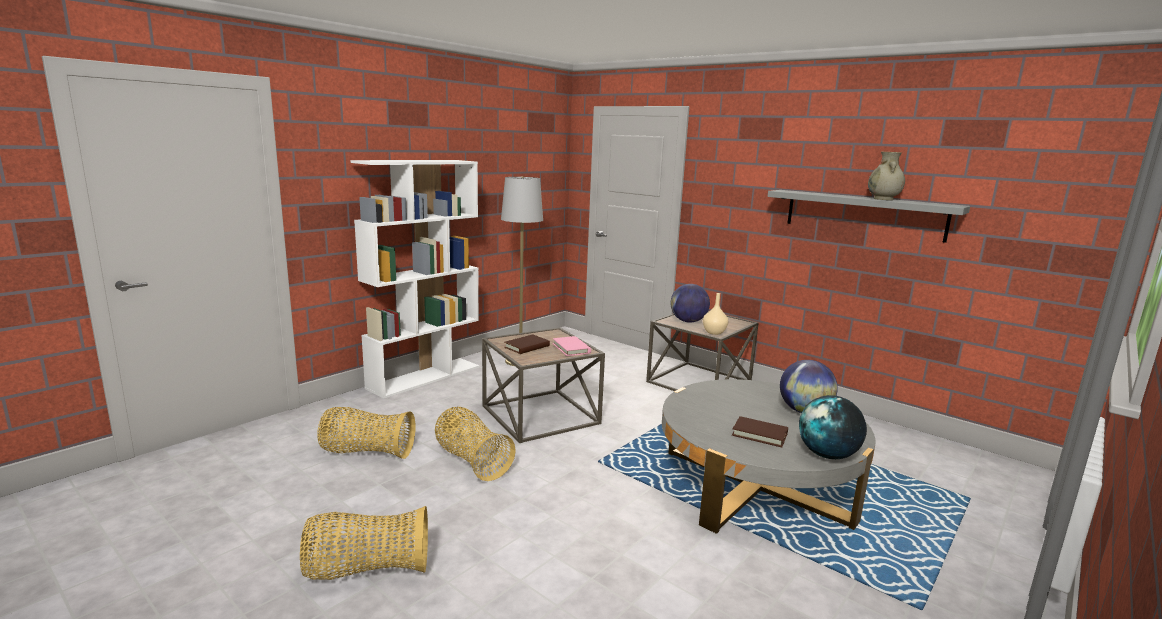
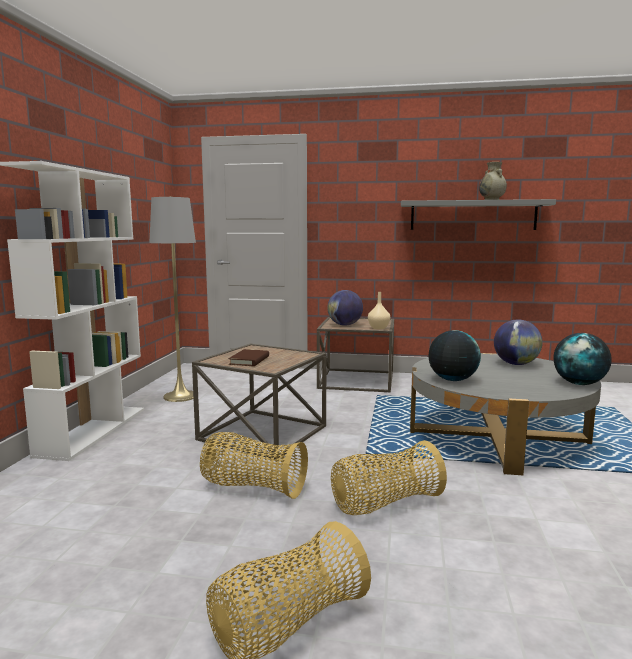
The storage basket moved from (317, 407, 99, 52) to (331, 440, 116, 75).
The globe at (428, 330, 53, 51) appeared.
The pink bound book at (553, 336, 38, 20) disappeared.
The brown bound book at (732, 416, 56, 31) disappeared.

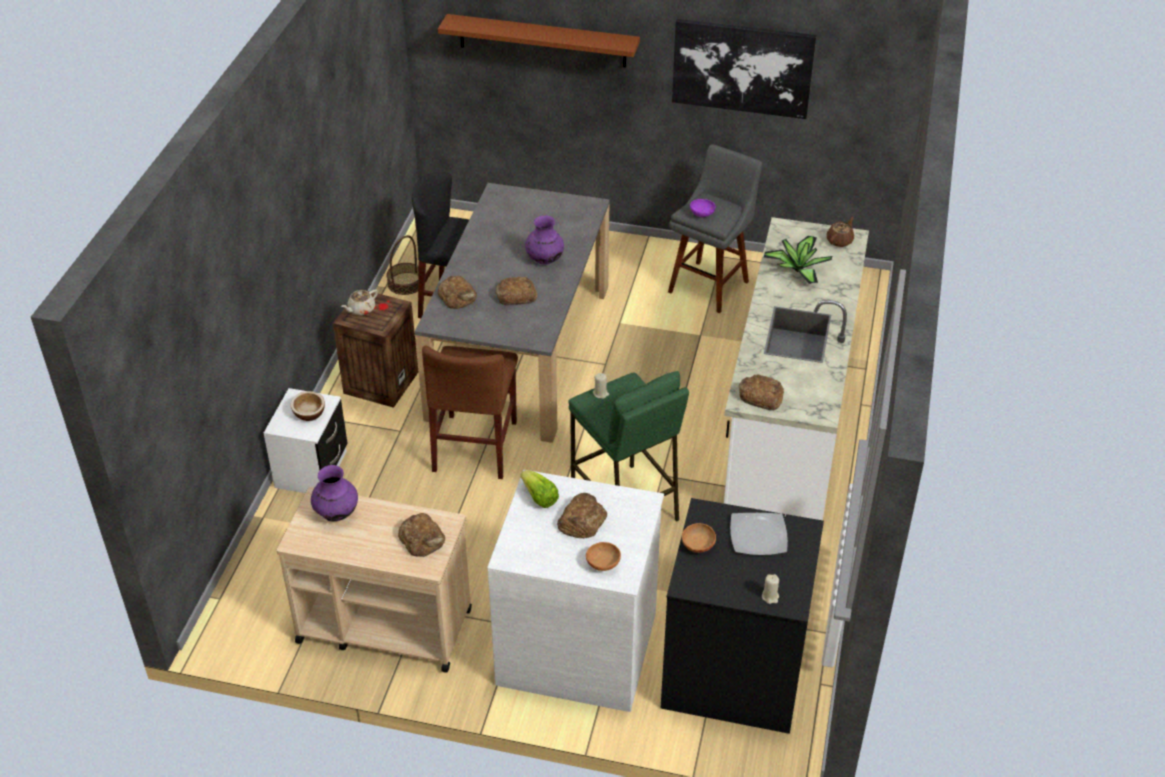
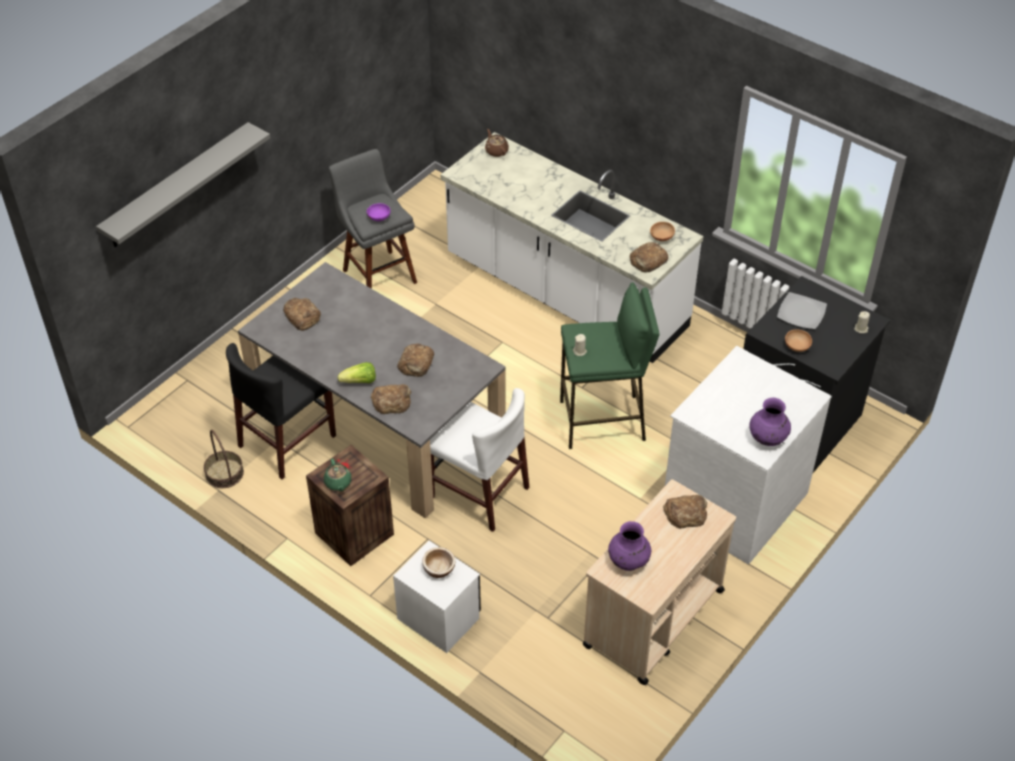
The brown wall shelf at (438, 14, 202, 53) became the grey wall shelf at (96, 122, 174, 125).
The bakery bread moved from (557, 493, 50, 45) to (283, 297, 38, 34).
The beige pot for tea at (341, 289, 37, 27) became the green-coloured pot for tea at (324, 458, 28, 33).
The lettuce moved from (521, 470, 38, 38) to (338, 362, 38, 21).
The brown chair at (422, 345, 96, 134) became the whitish chair at (430, 388, 99, 144).
The brown serving bowl moved from (586, 542, 35, 29) to (650, 222, 25, 19).
The purple decorative vase moved from (525, 215, 39, 49) to (749, 398, 42, 48).
The picture at (672, 19, 145, 100) disappeared.
The potted plant at (764, 236, 68, 48) disappeared.

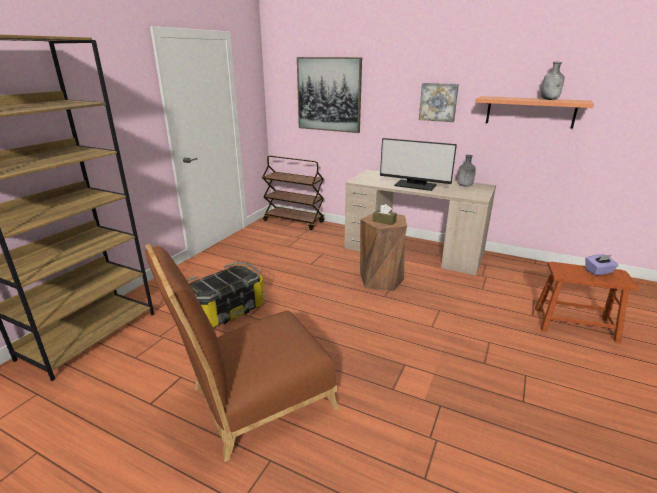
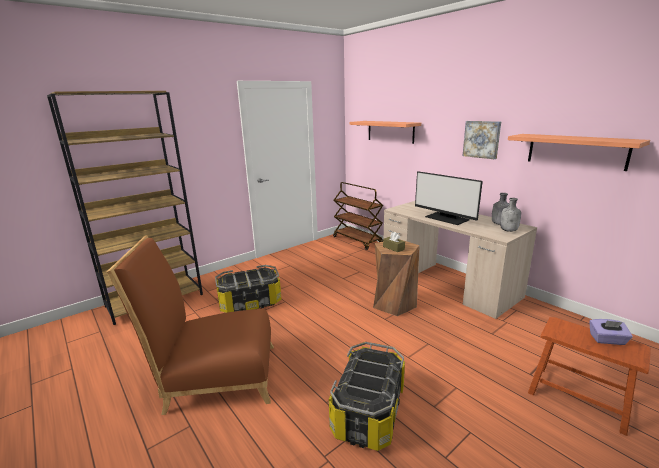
The storage container at (329, 342, 76, 109) appeared.
The picture at (297, 57, 65, 76) was replaced by the wall shelf at (350, 121, 71, 23).
The grey beverage bottle moved from (541, 62, 23, 38) to (500, 198, 21, 34).

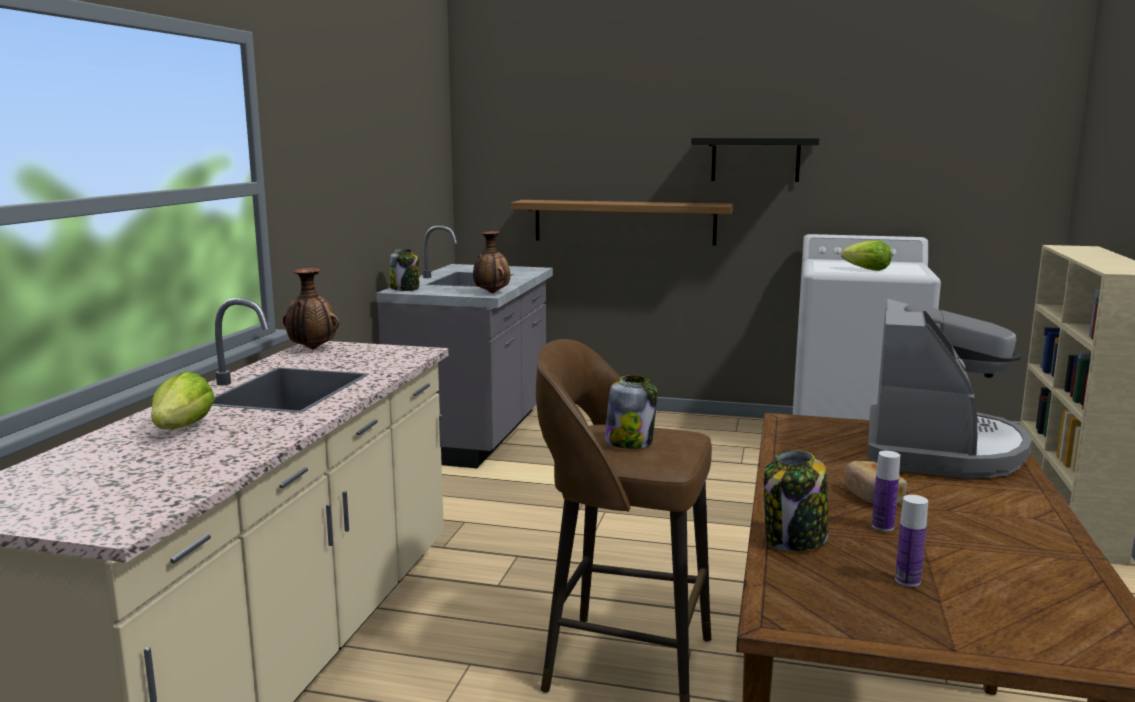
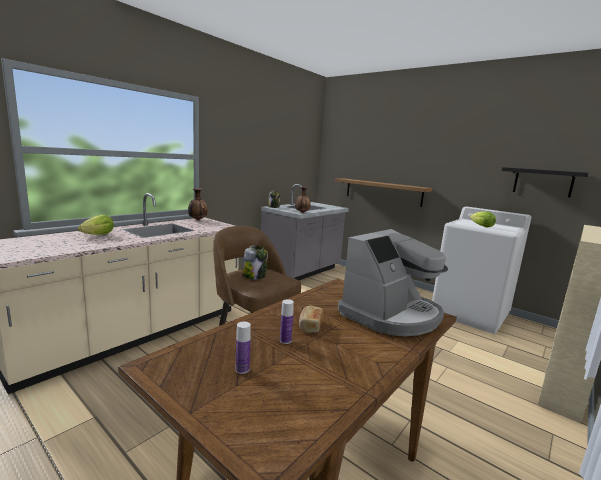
The blackish wall shelf moved from (691, 137, 128, 45) to (502, 167, 87, 31).
The preserve jar at (764, 451, 64, 100) disappeared.

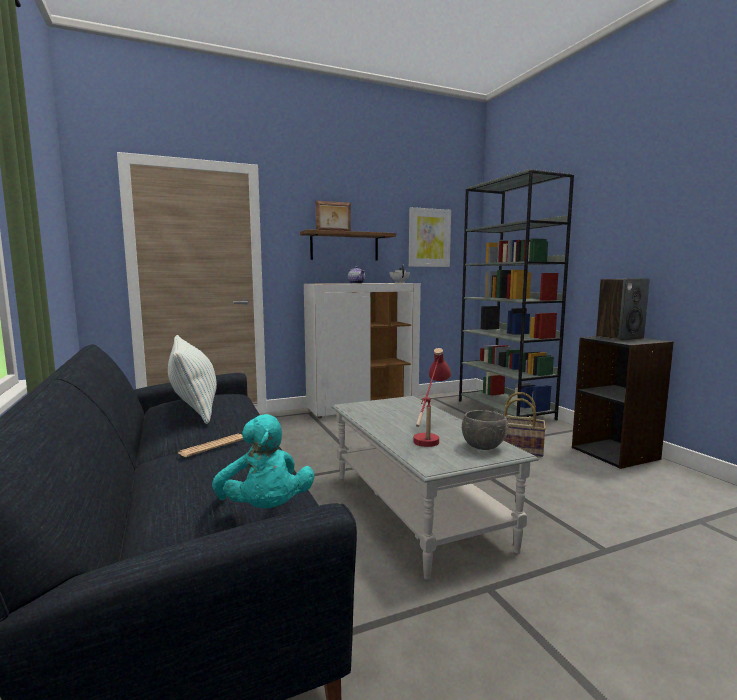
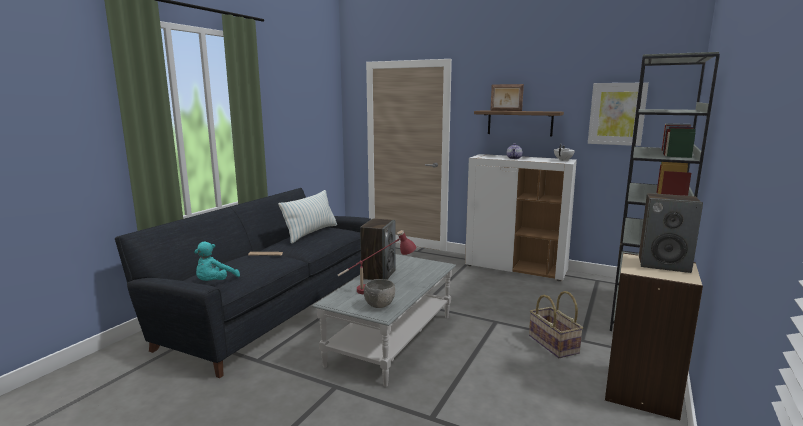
The loudspeaker at (360, 218, 36, 62) appeared.
The blackish shelving unit at (572, 336, 102, 133) became the beige shelving unit at (605, 253, 98, 167).

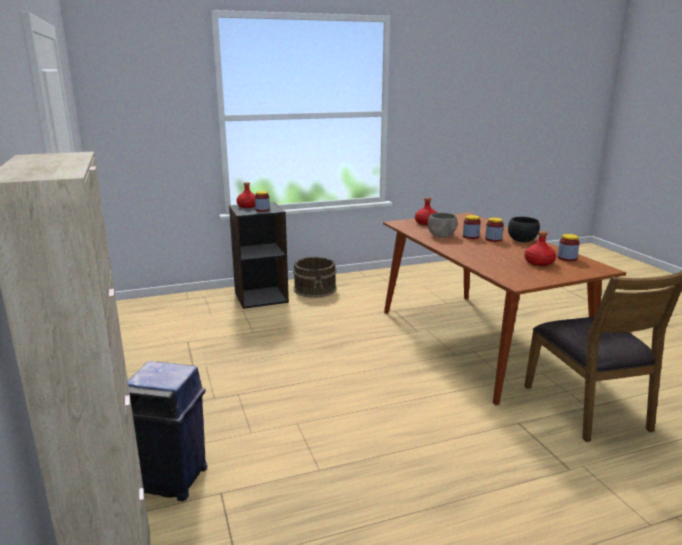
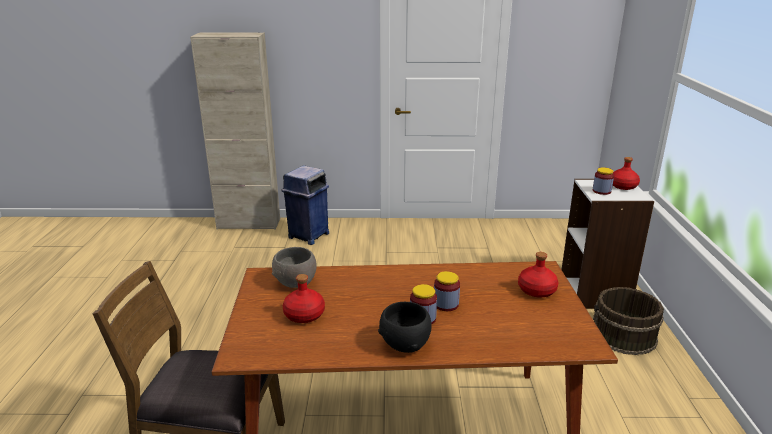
The grey serving bowl moved from (428, 213, 30, 24) to (272, 247, 45, 41).
The blackish shelving unit at (229, 202, 60, 107) became the whitish shelving unit at (561, 179, 93, 130).
The preserve jar at (558, 234, 22, 27) disappeared.

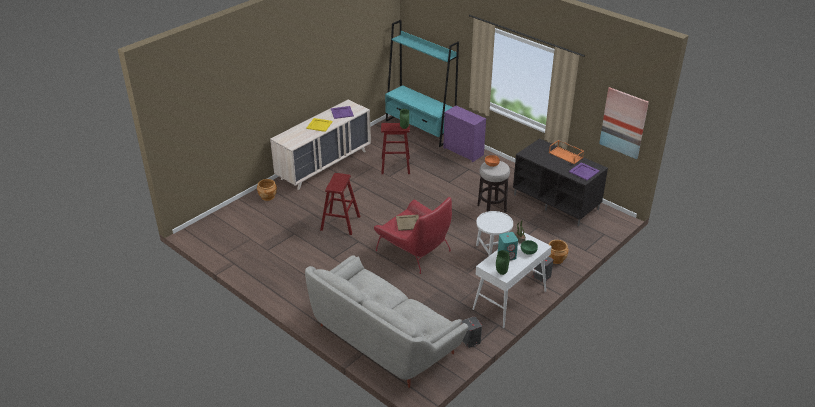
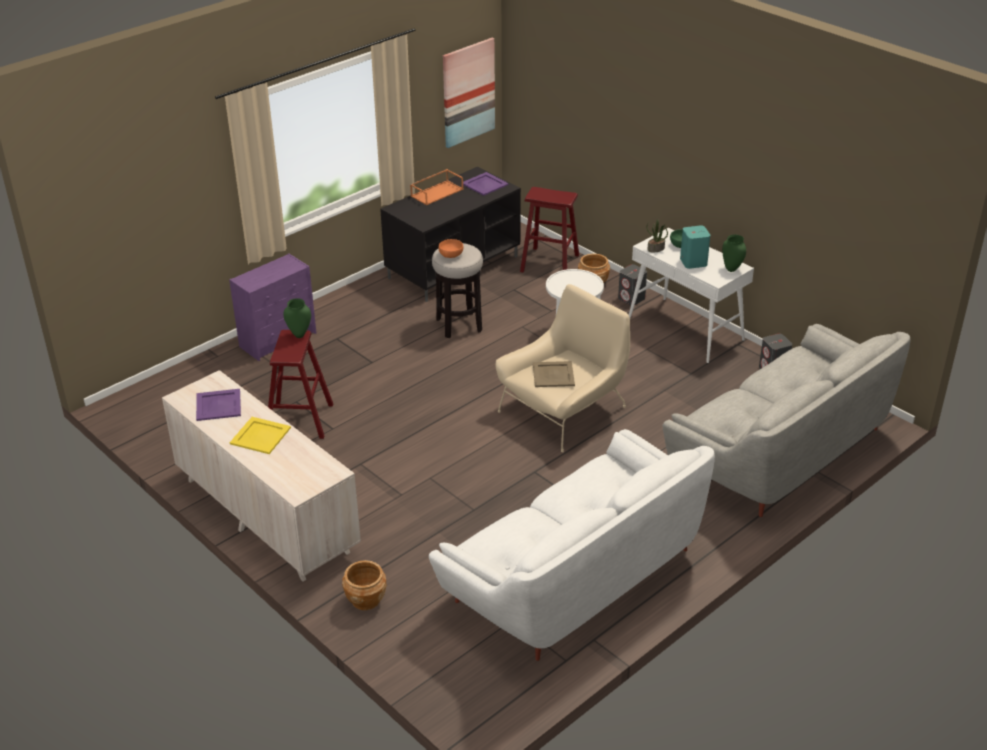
The whitish couch at (429, 429, 286, 232) appeared.
The reddish lounge chair at (374, 197, 78, 77) became the beige lounge chair at (495, 284, 135, 168).
The reddish sitting stool moved from (320, 173, 40, 62) to (520, 187, 59, 85).
The turquoise shelving unit at (385, 20, 74, 127) disappeared.

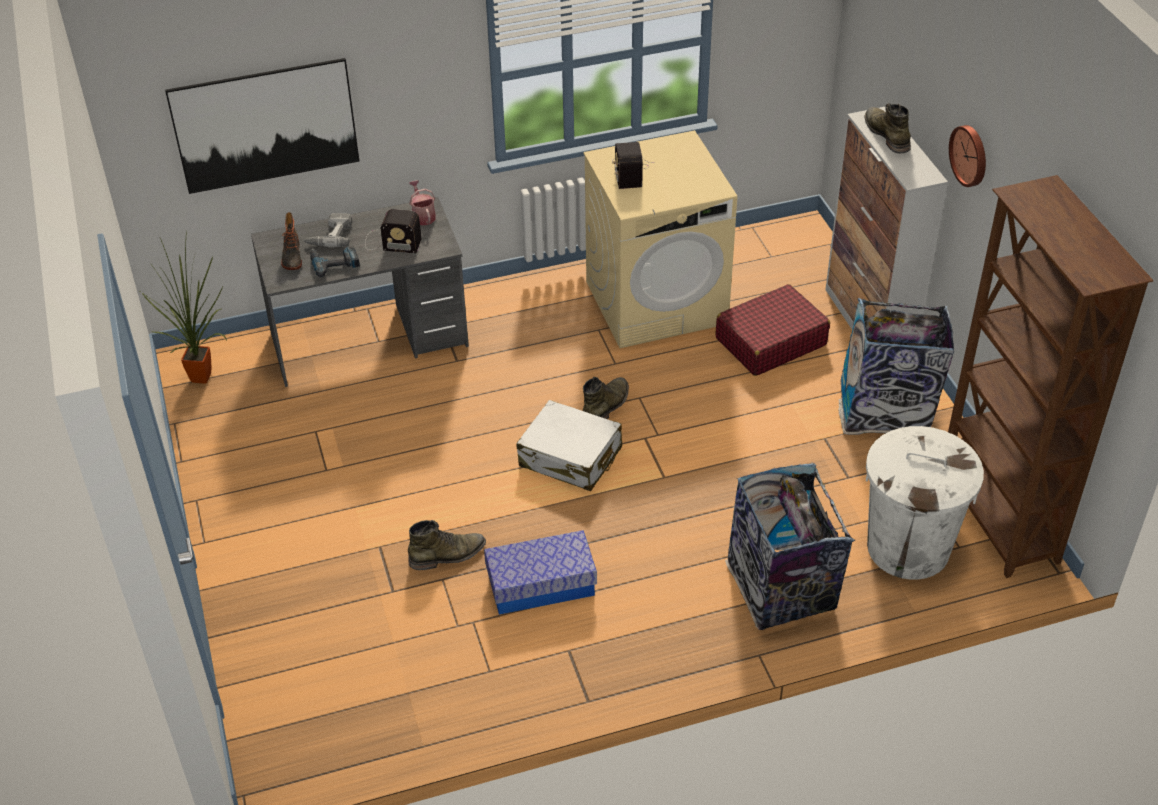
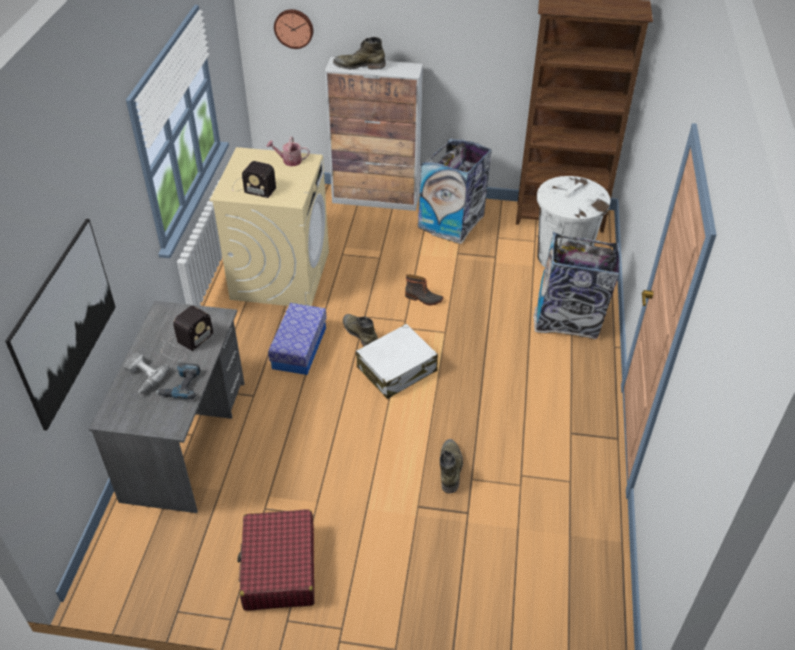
The reddish piece of luggage moved from (716, 284, 114, 92) to (237, 510, 77, 101).
The watering can moved from (409, 180, 27, 46) to (267, 136, 43, 30).
The storage container moved from (484, 530, 113, 84) to (268, 303, 59, 72).
The clock on the wall moved from (949, 125, 37, 62) to (274, 9, 39, 40).
The boot moved from (281, 212, 21, 58) to (405, 274, 38, 31).
The potted plant at (138, 230, 89, 154) disappeared.

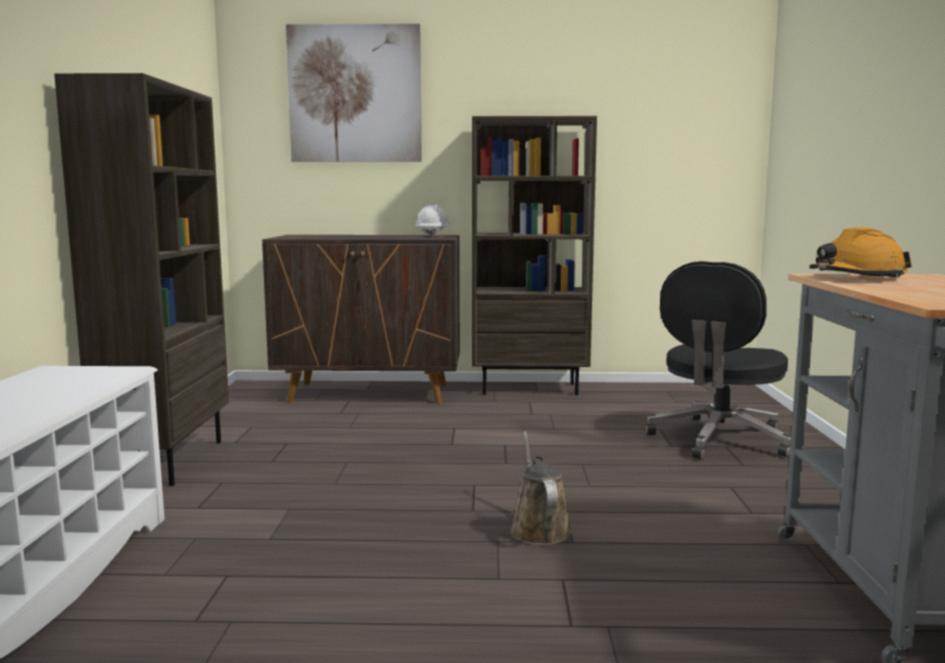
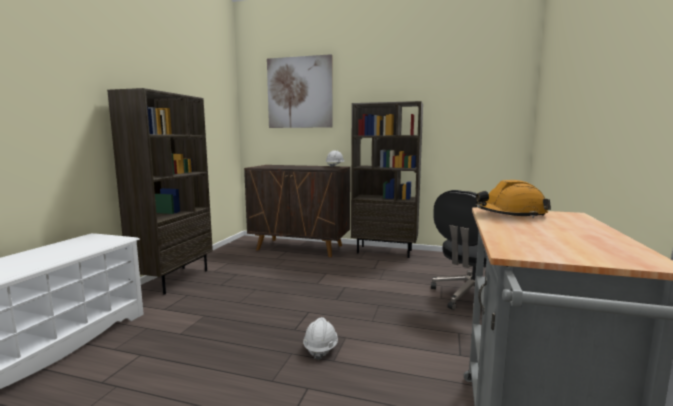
The brown watering can at (510, 431, 61, 115) was replaced by the whitish safety helmet at (303, 317, 35, 43).

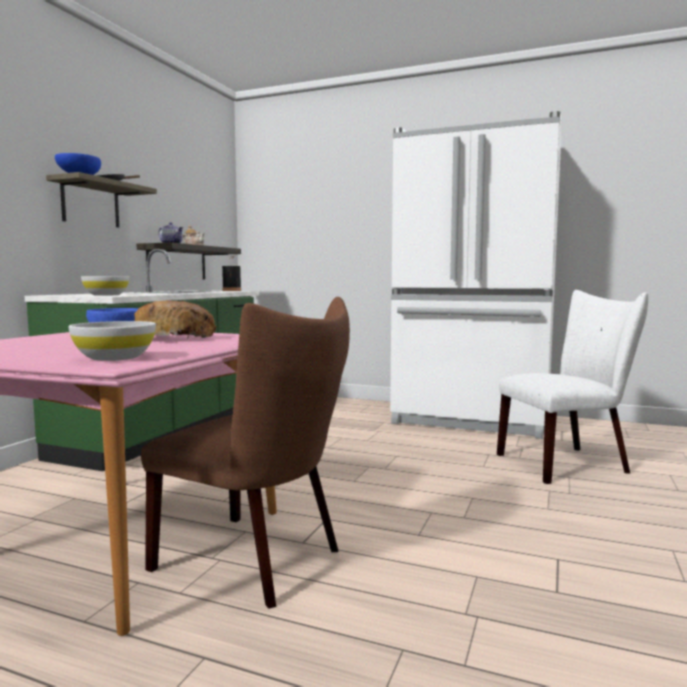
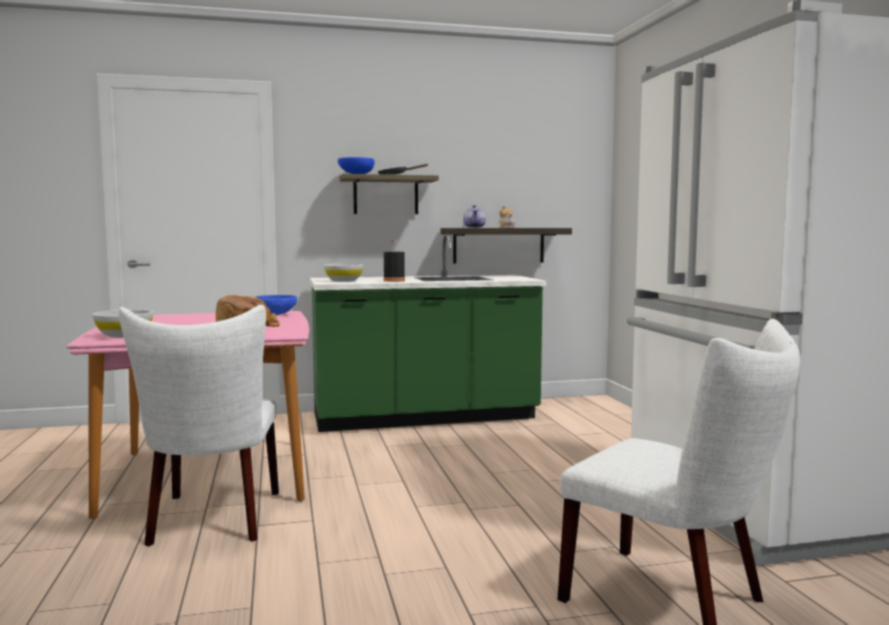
The brown chair at (141, 297, 209, 312) became the whitish chair at (119, 305, 160, 242).
The blackish beverage bottle moved from (222, 255, 19, 36) to (384, 239, 21, 43).

